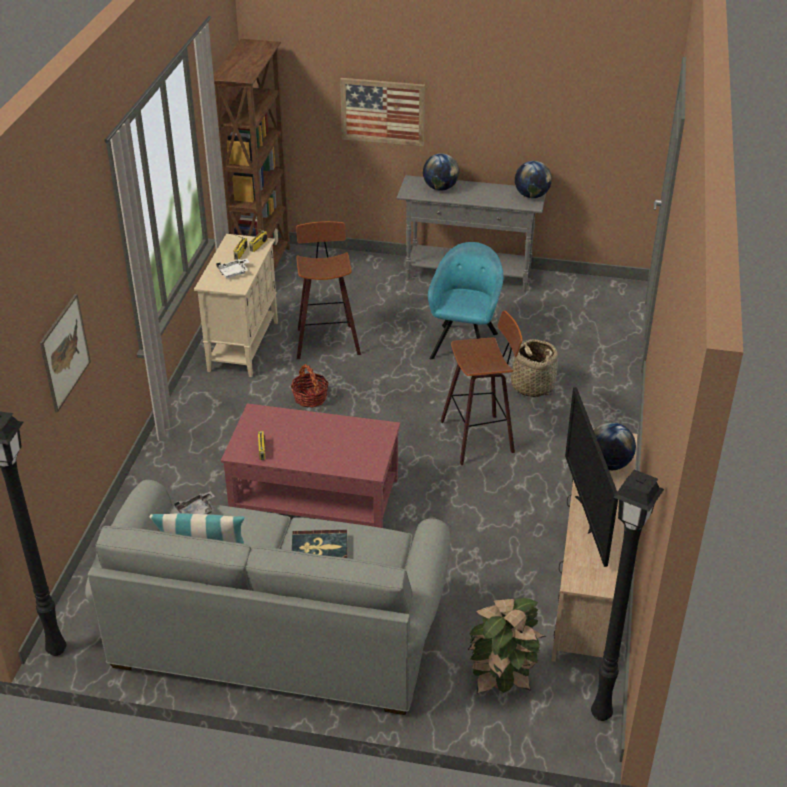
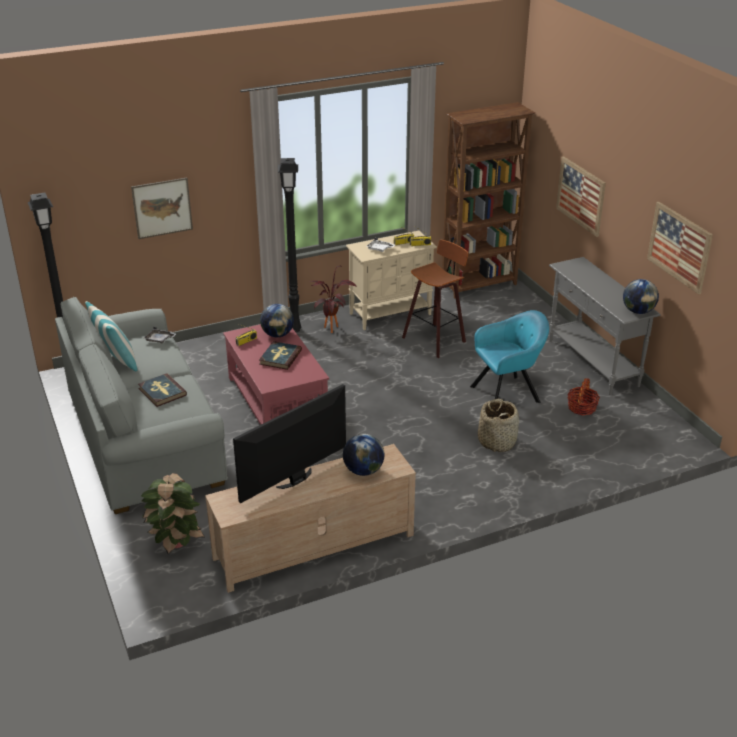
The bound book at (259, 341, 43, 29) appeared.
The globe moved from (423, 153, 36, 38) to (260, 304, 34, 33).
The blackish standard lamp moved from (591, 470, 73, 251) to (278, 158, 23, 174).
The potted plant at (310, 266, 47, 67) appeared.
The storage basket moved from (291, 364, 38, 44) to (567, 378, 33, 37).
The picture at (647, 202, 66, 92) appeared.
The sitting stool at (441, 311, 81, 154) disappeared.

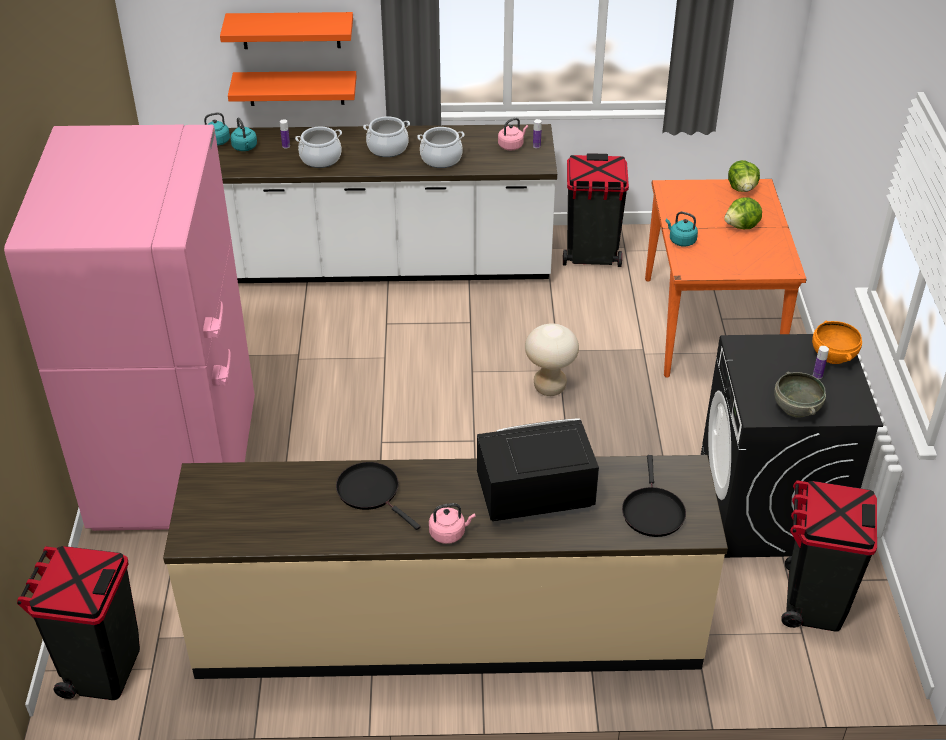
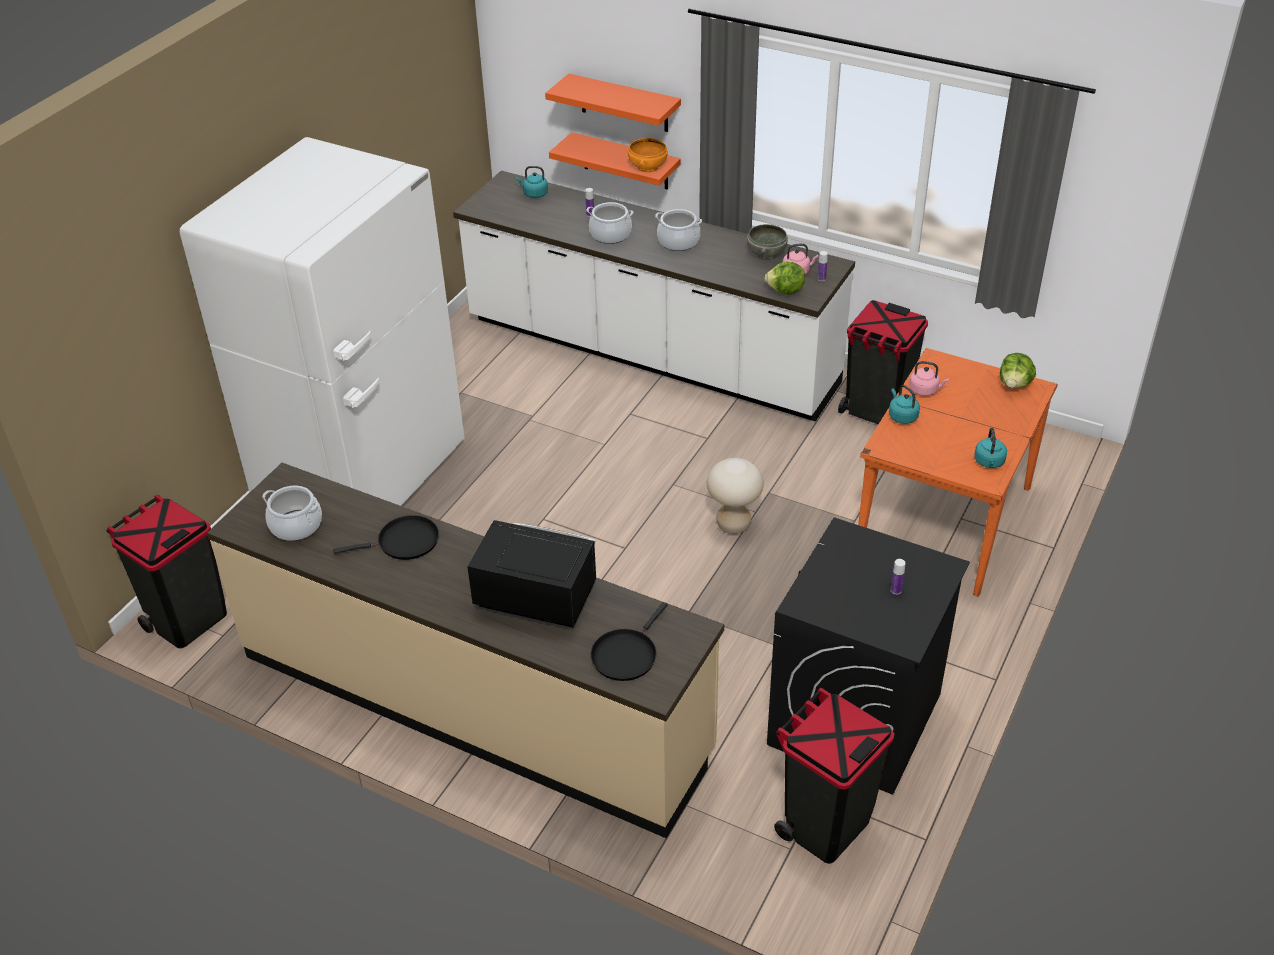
The pink fridge at (4, 125, 251, 406) became the whitish fridge at (180, 137, 284, 369).
The saucepot moved from (417, 127, 47, 41) to (262, 486, 60, 55).
The blackish frying pan at (336, 462, 85, 68) turned 90 degrees clockwise.
The orange-coloured serving bowl moved from (812, 321, 50, 43) to (628, 138, 40, 34).
The grey serving bowl moved from (774, 372, 52, 46) to (747, 224, 41, 36).
The lettuce moved from (724, 197, 38, 32) to (764, 262, 41, 33).
The pink kettle moved from (429, 503, 47, 41) to (909, 361, 40, 35).
The turquoise kettle moved from (230, 117, 27, 34) to (974, 427, 33, 41).

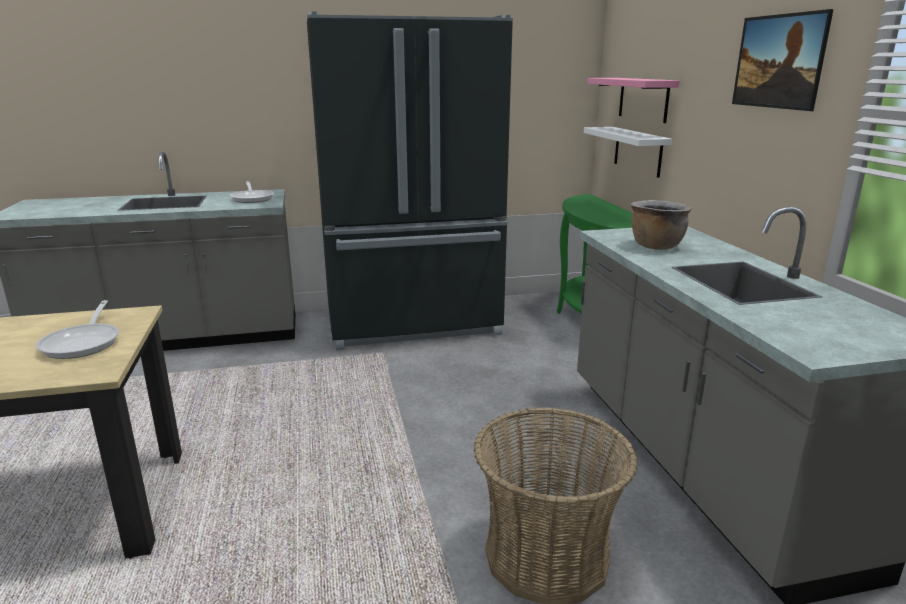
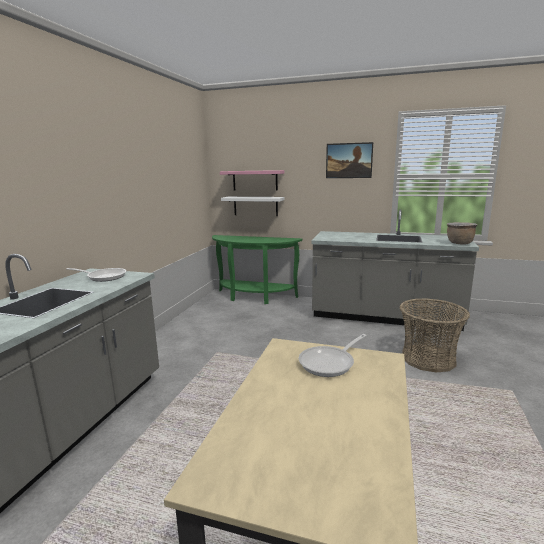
The frying pan at (36, 300, 83, 59) turned 120 degrees clockwise.
The brown saucepot moved from (631, 200, 61, 50) to (447, 222, 30, 23).
The blackish fridge at (307, 12, 206, 338) disappeared.

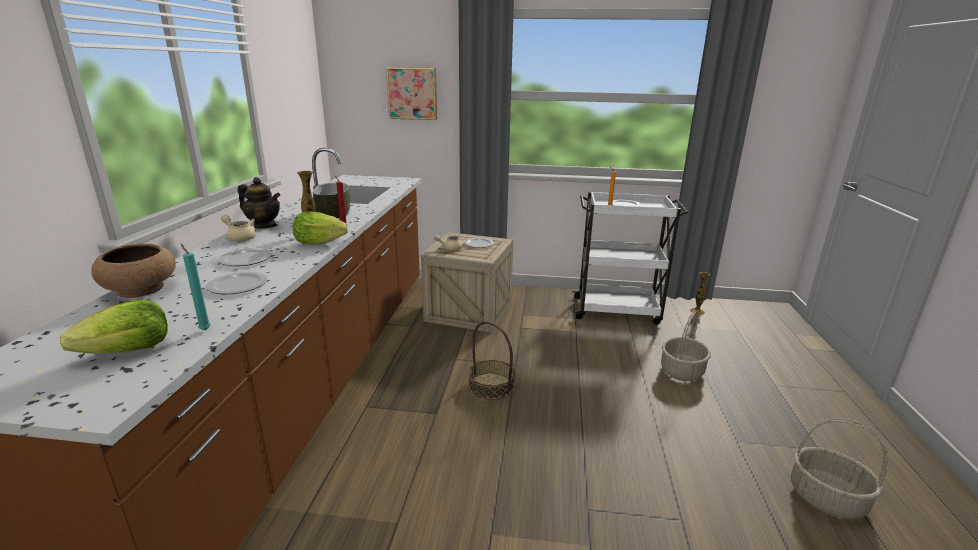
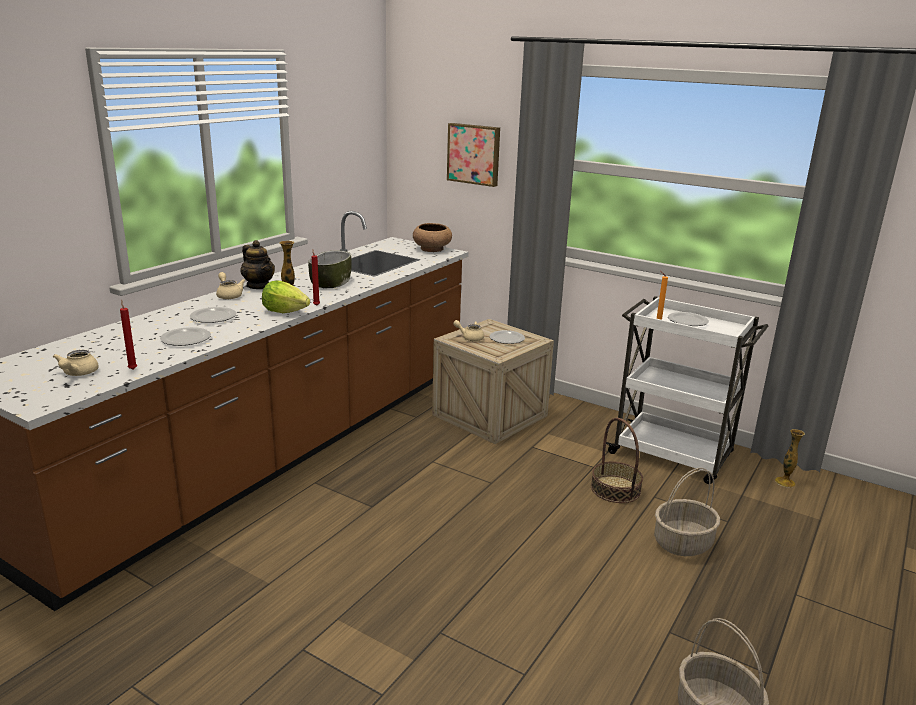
The lettuce at (60, 299, 108, 55) was replaced by the beige pot for tea at (53, 350, 46, 26).
The turquoise wax candle at (181, 243, 30, 88) became the reddish wax candle at (120, 300, 17, 70).
The brown serving bowl moved from (91, 243, 85, 55) to (413, 223, 39, 29).
The storage basket moved from (468, 321, 47, 79) to (591, 418, 52, 85).

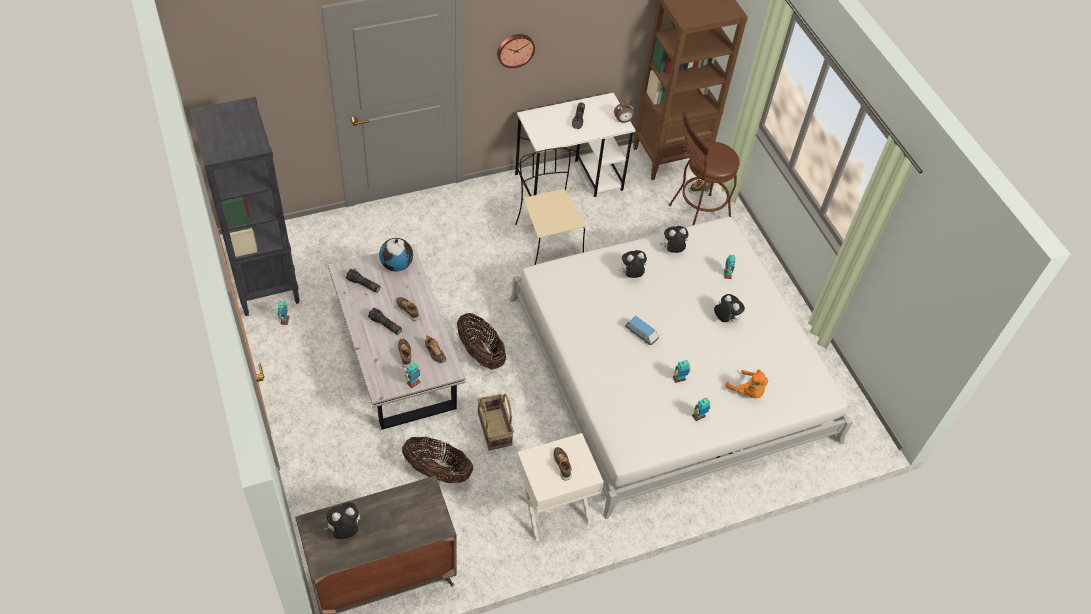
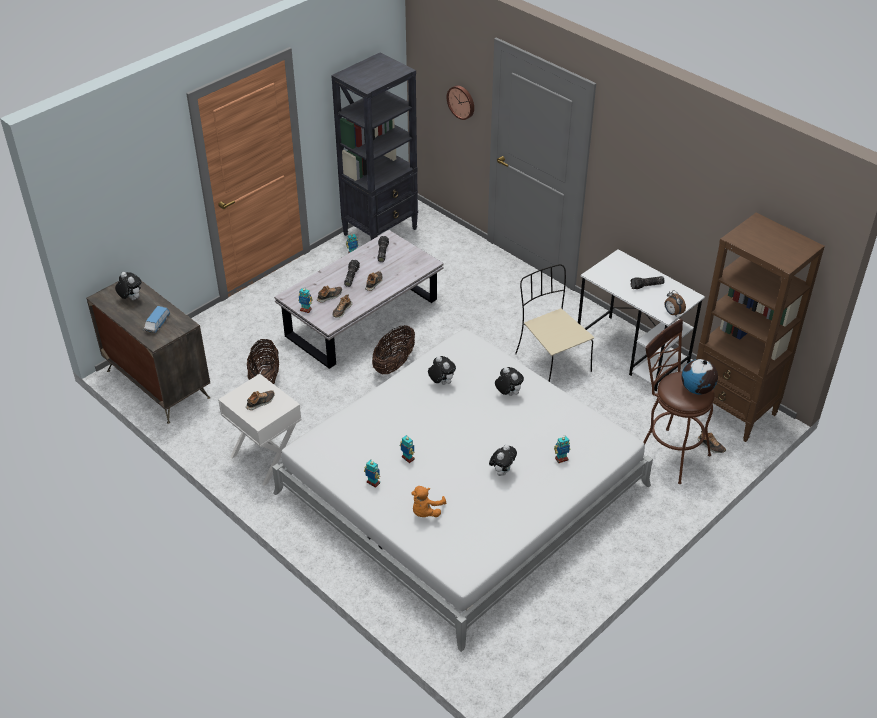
The model car moved from (625, 316, 34, 29) to (144, 306, 26, 27).
The soft toy moved from (660, 226, 28, 27) to (428, 356, 28, 29).
The clock on the wall moved from (497, 34, 38, 34) to (447, 85, 27, 35).
The beige chair at (515, 147, 72, 118) turned 75 degrees counterclockwise.
The globe moved from (379, 238, 34, 34) to (681, 359, 37, 36).
The storage basket at (477, 394, 37, 57) disappeared.

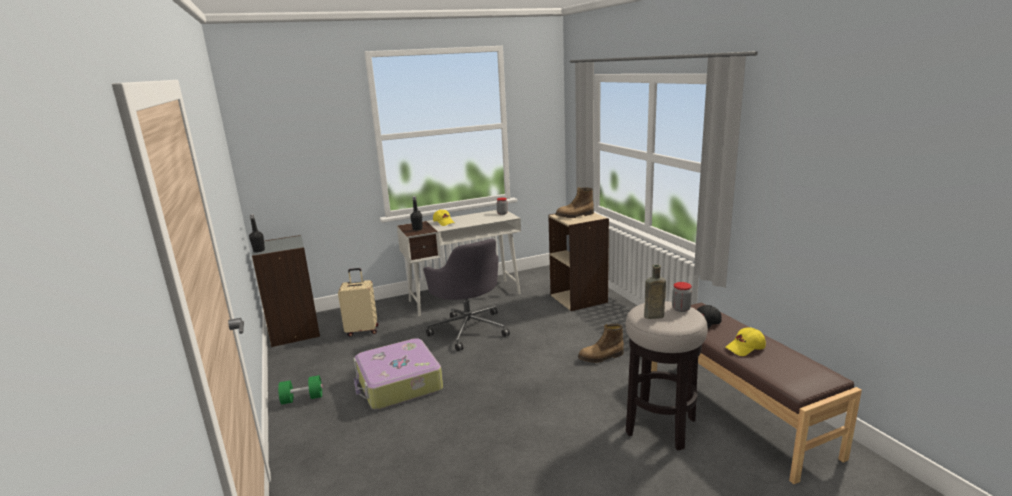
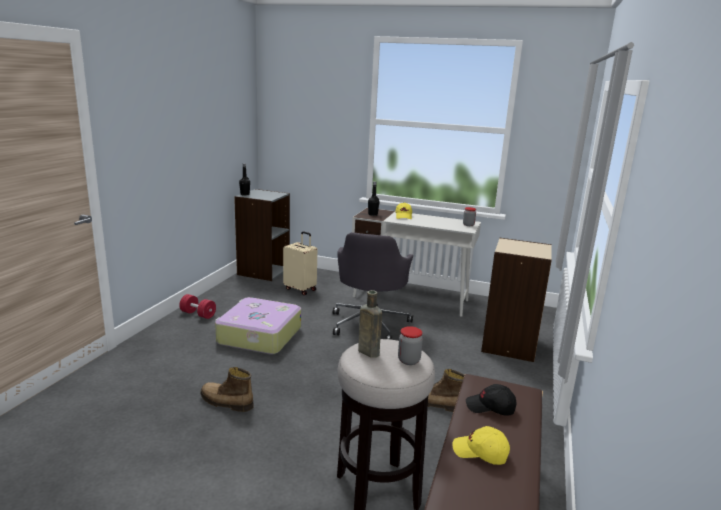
The green-coloured dumbbell at (278, 375, 45, 29) became the reddish dumbbell at (179, 294, 37, 25).
The boot moved from (555, 188, 39, 30) to (200, 367, 54, 45).

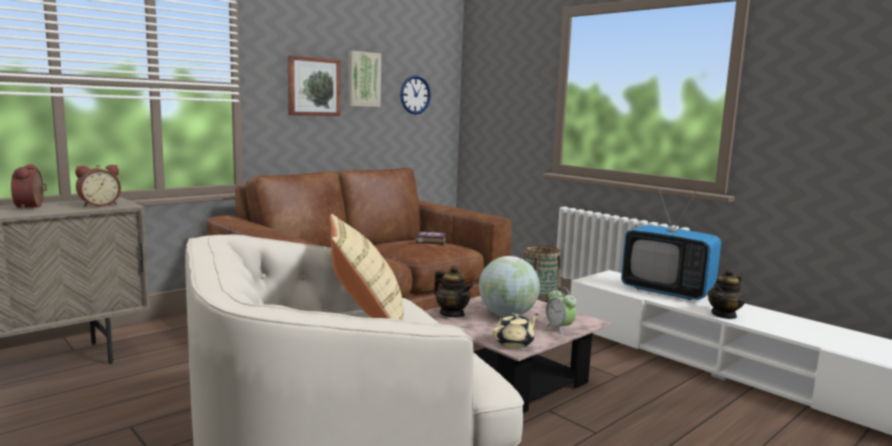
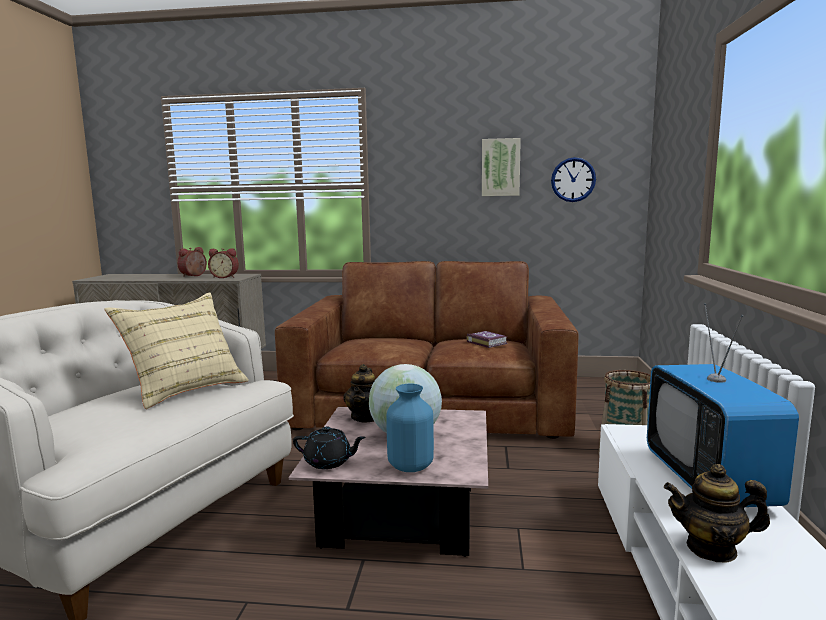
The beige pot for tea at (492, 313, 46, 35) became the blackish pot for tea at (293, 427, 73, 42).
The table clock at (544, 287, 33, 48) was replaced by the bluish decorative vase at (386, 384, 48, 88).
The picture at (288, 55, 53, 61) disappeared.

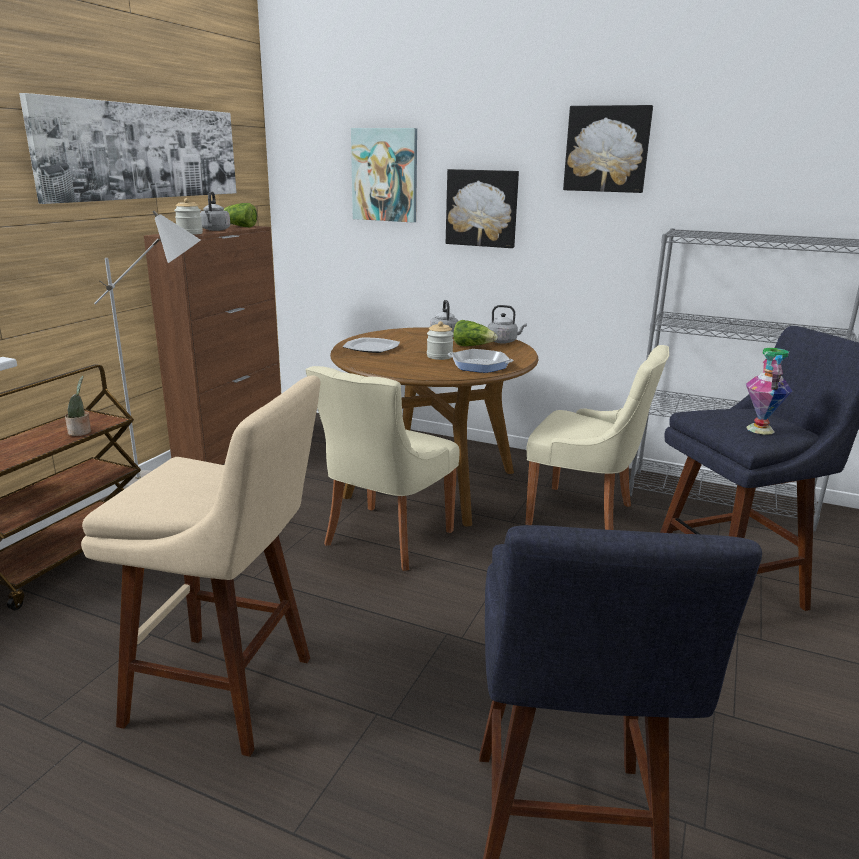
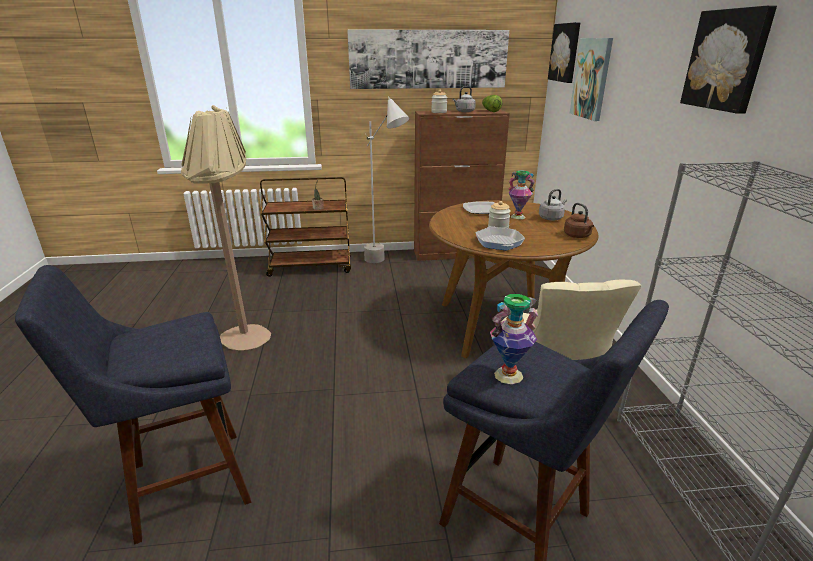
The beige sitting stool at (81, 375, 239, 382) was replaced by the beige standard lamp at (181, 105, 90, 246).
The decorative vase at (509, 171, 26, 48) appeared.
The picture moved from (446, 169, 73, 79) to (548, 22, 32, 61).
The grey kettle at (488, 305, 39, 39) became the brown kettle at (564, 203, 30, 35).
The beige chair at (306, 366, 154, 205) disappeared.
The lettuce at (453, 320, 45, 26) disappeared.

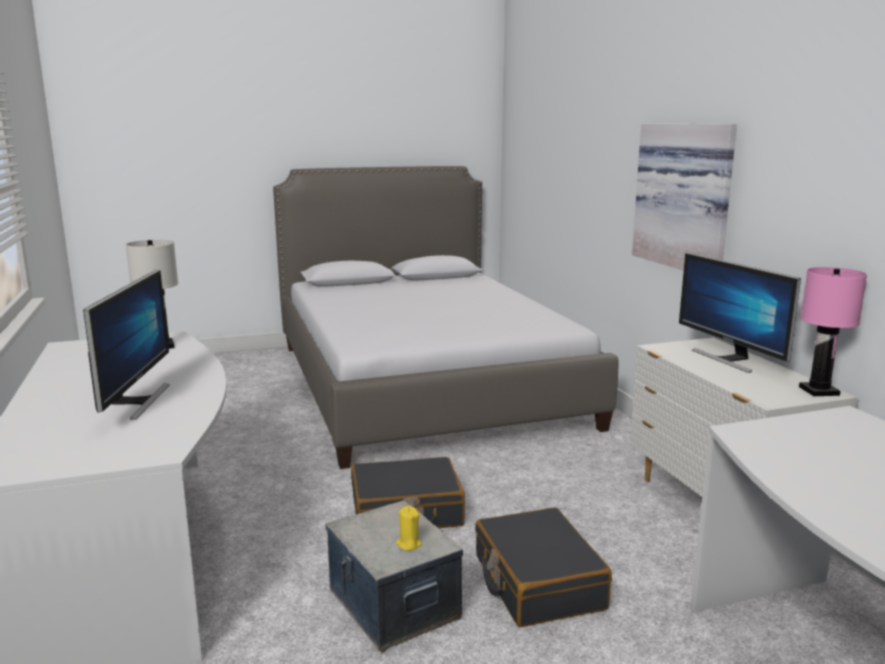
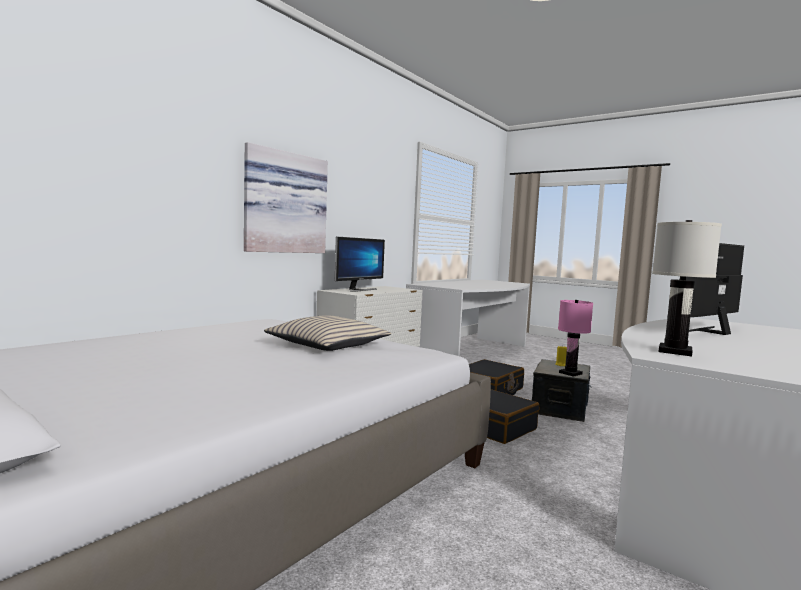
The beige throw pillow at (264, 315, 127, 36) appeared.
The pink tabletop lamp moved from (799, 267, 68, 129) to (558, 300, 35, 77).

